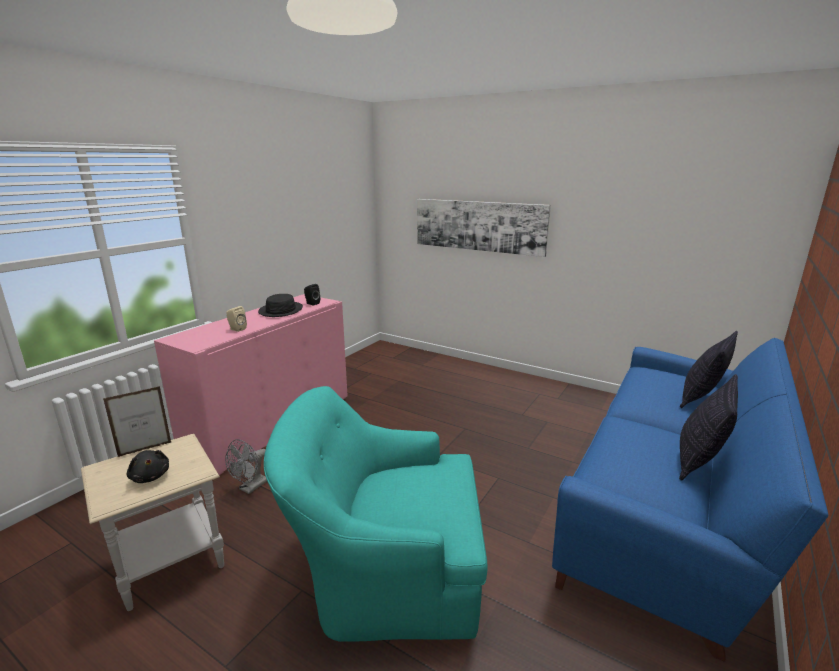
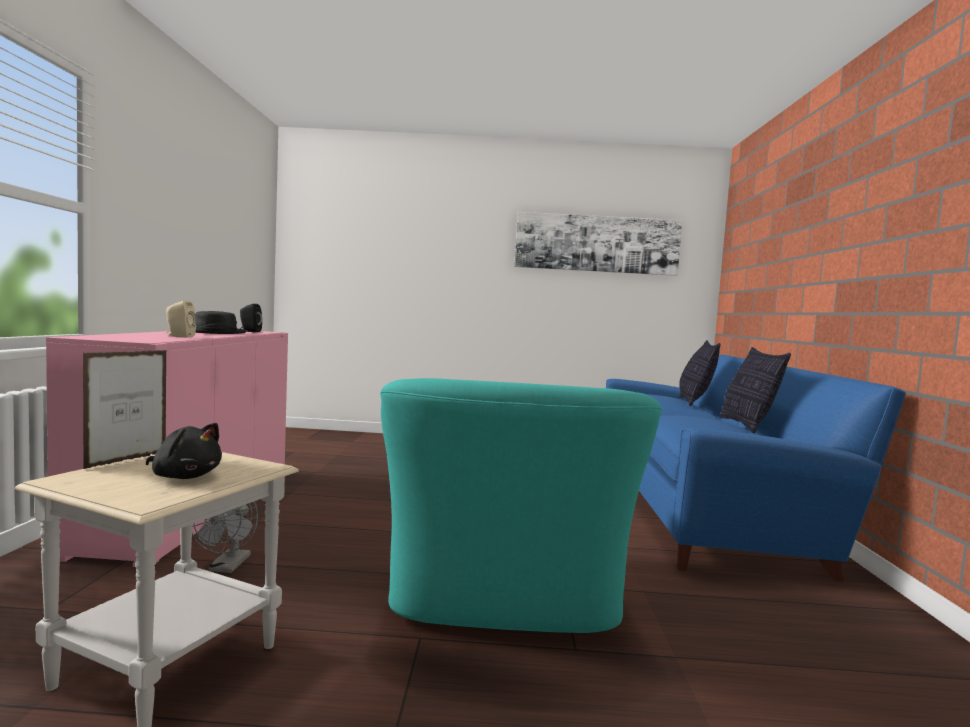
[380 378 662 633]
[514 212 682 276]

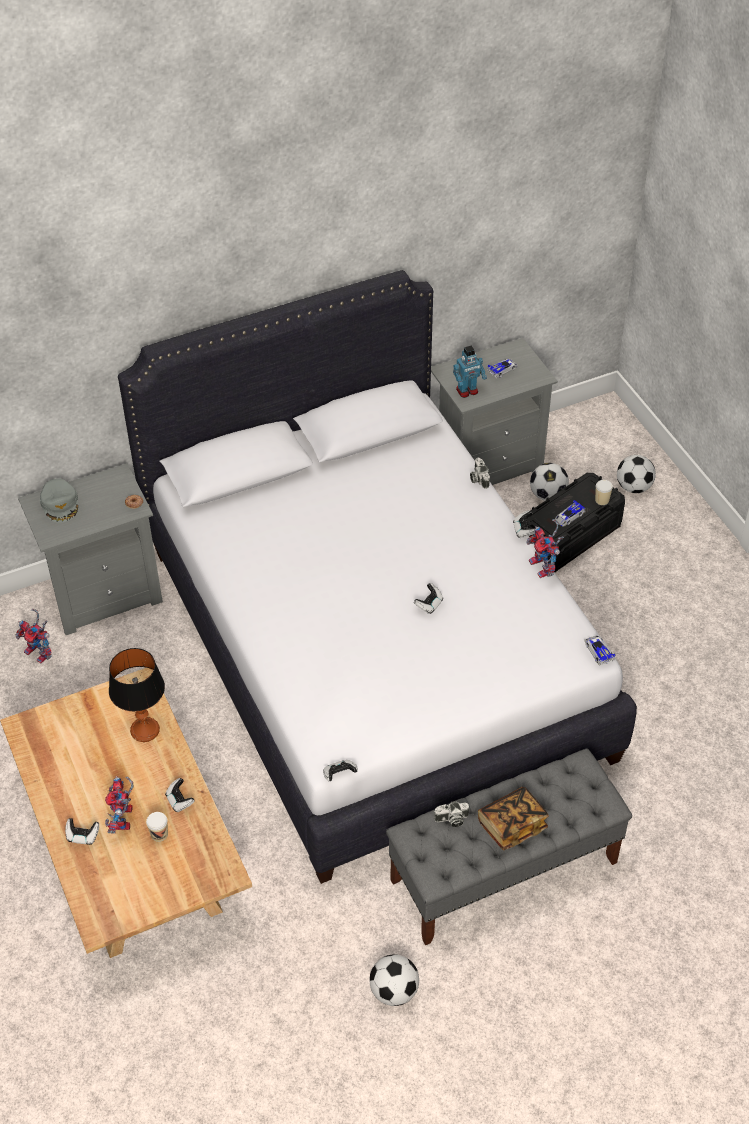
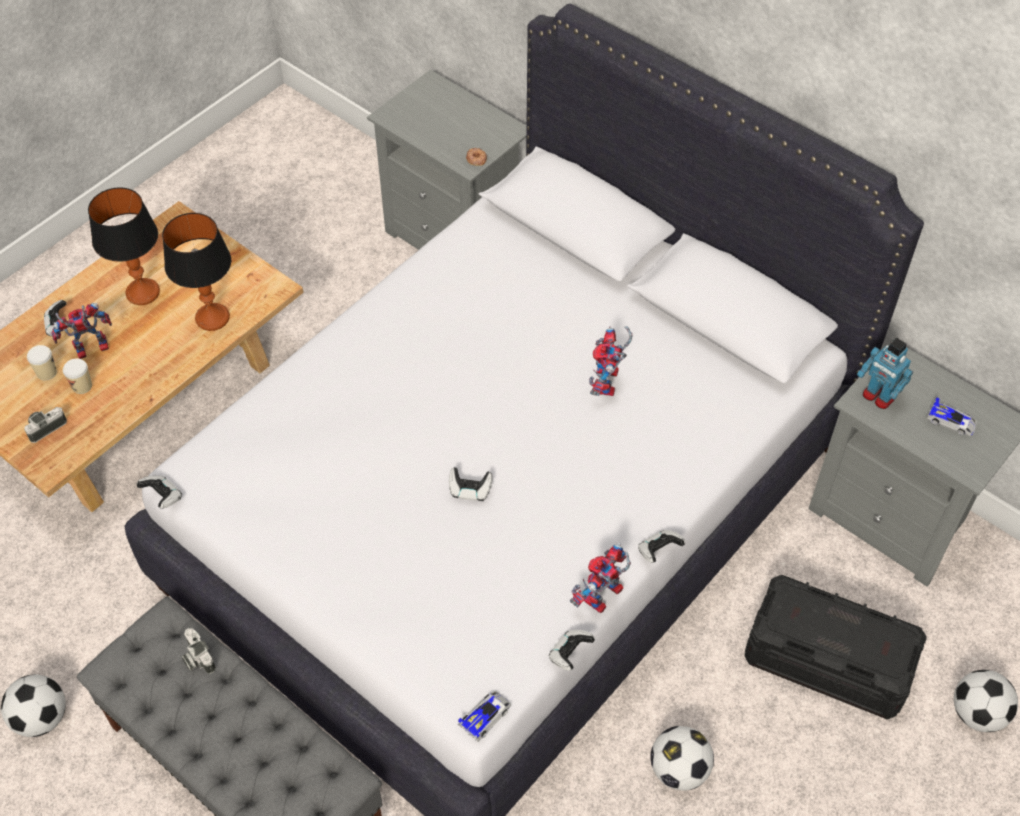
[589 326 633 396]
[40 478 78 523] (first image)
[549 630 595 671]
[24 407 67 443]
[478 787 549 850] (first image)
[651 726 714 790]
[555 500 585 527] (first image)
[27 345 57 381]
[88 187 160 305]

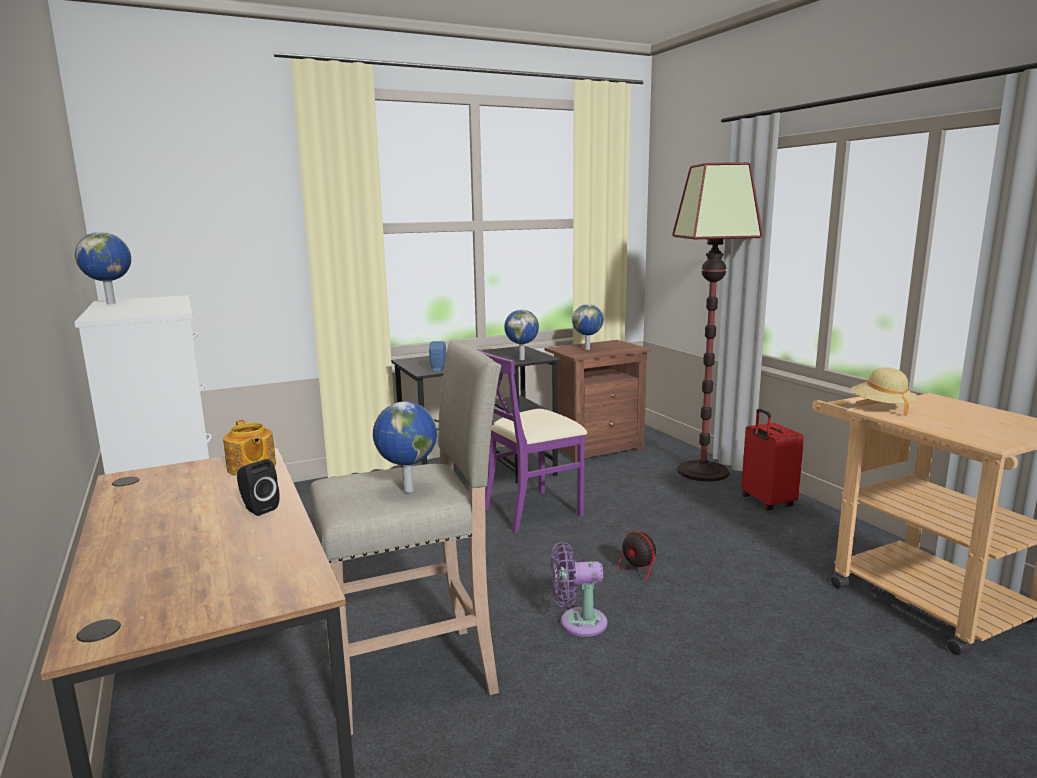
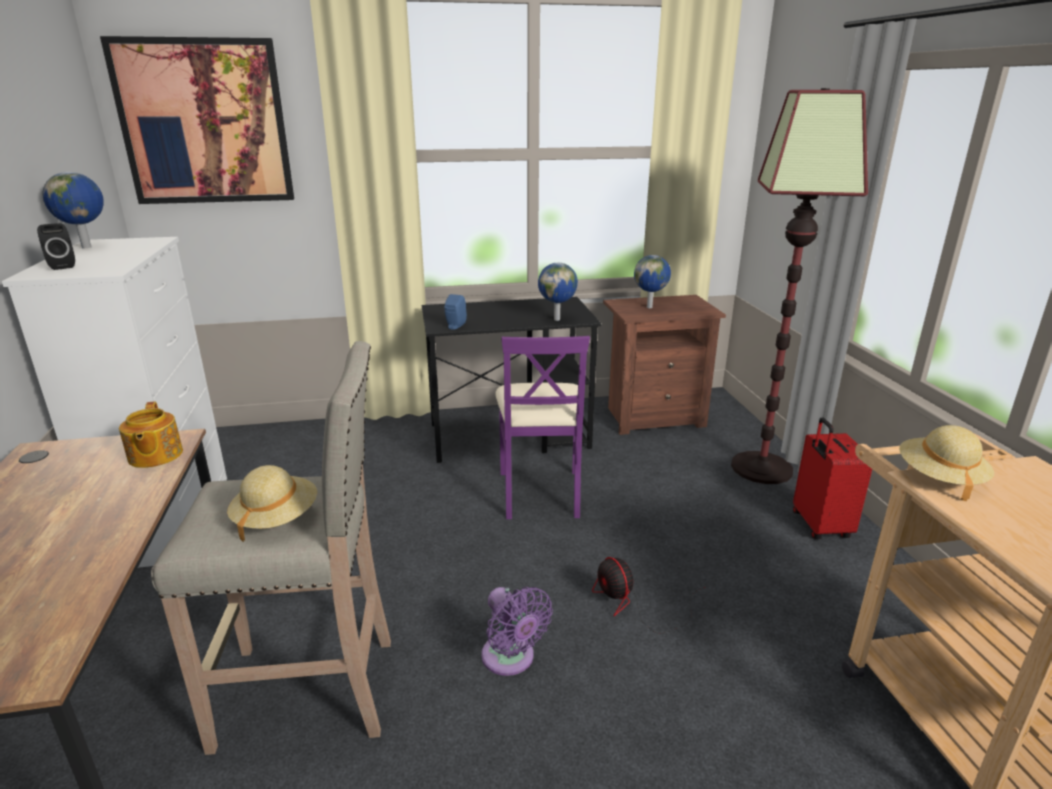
[37 223 75 270]
[227 465 317 542]
[495 336 590 519]
[481 587 553 676]
[100 36 294 204]

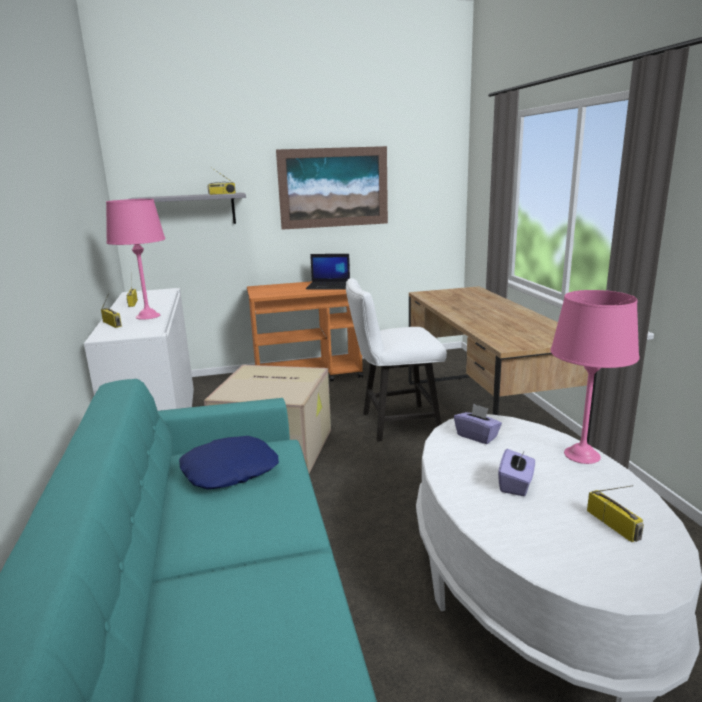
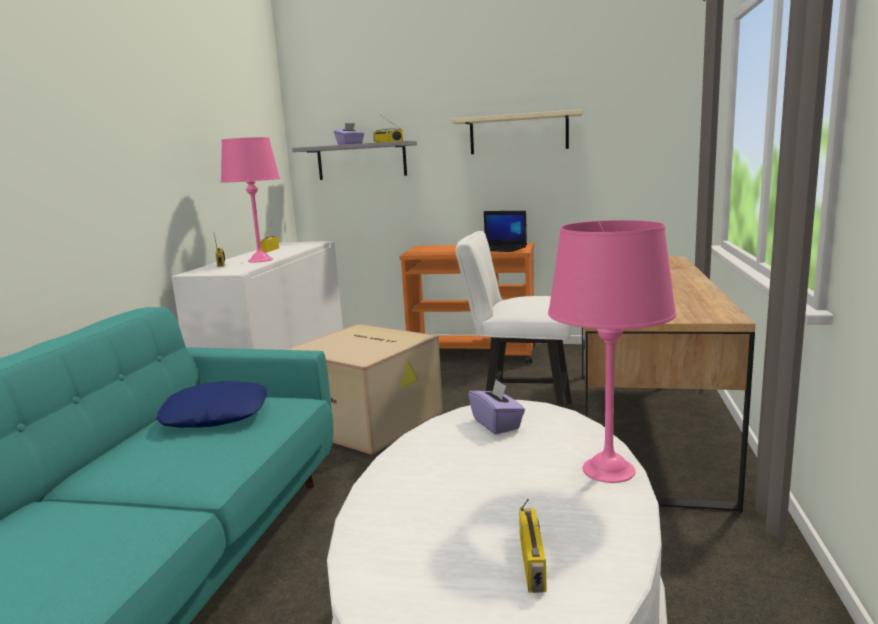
[451 109 582 154]
[334 123 364 145]

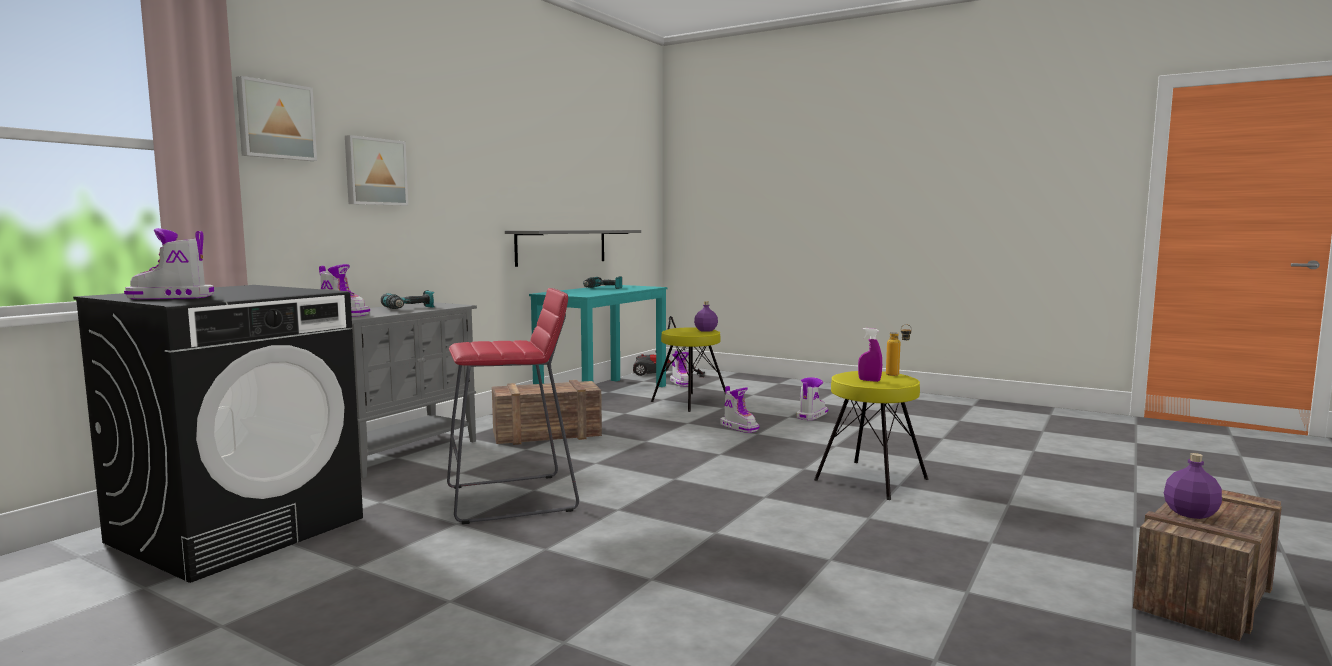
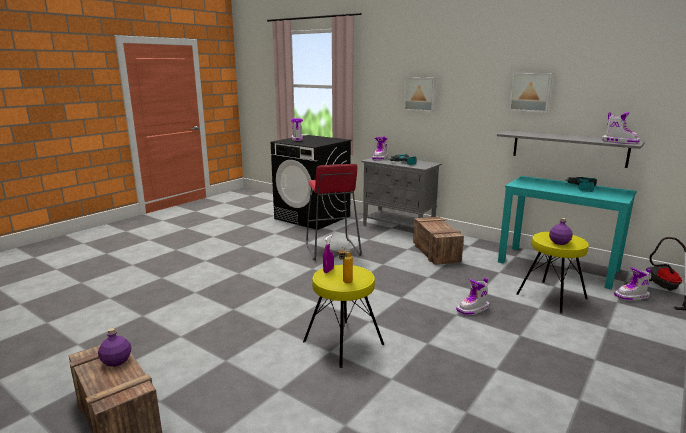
[509 73 553 113]
[602 112 640 144]

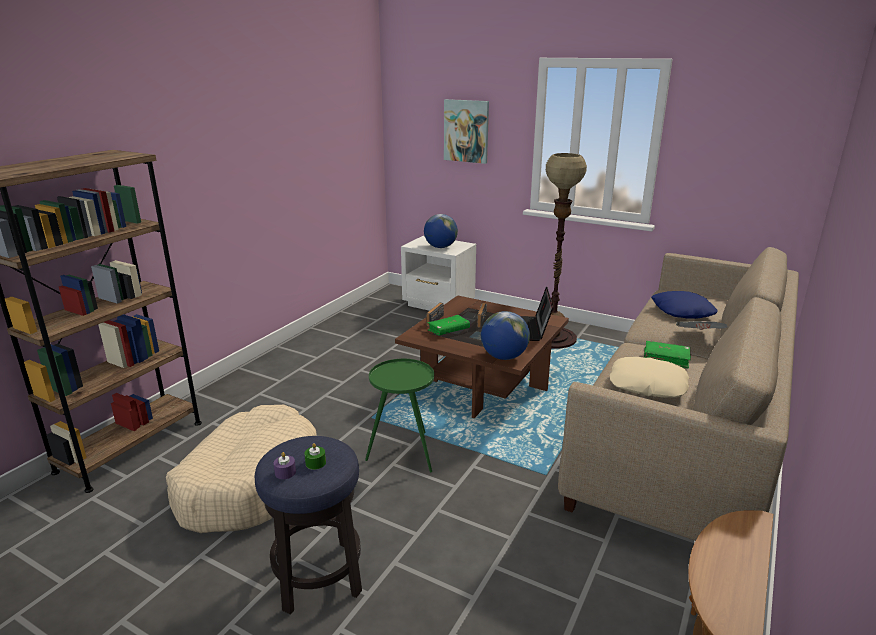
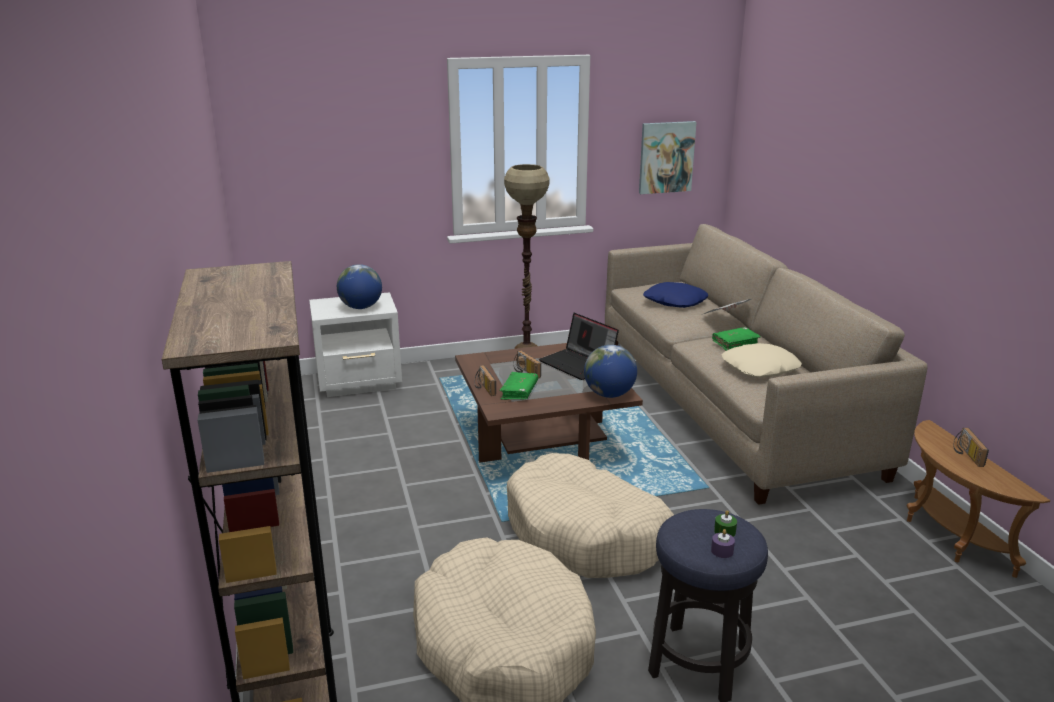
[507 453 674 578]
[639 121 697 194]
[953 428 989 467]

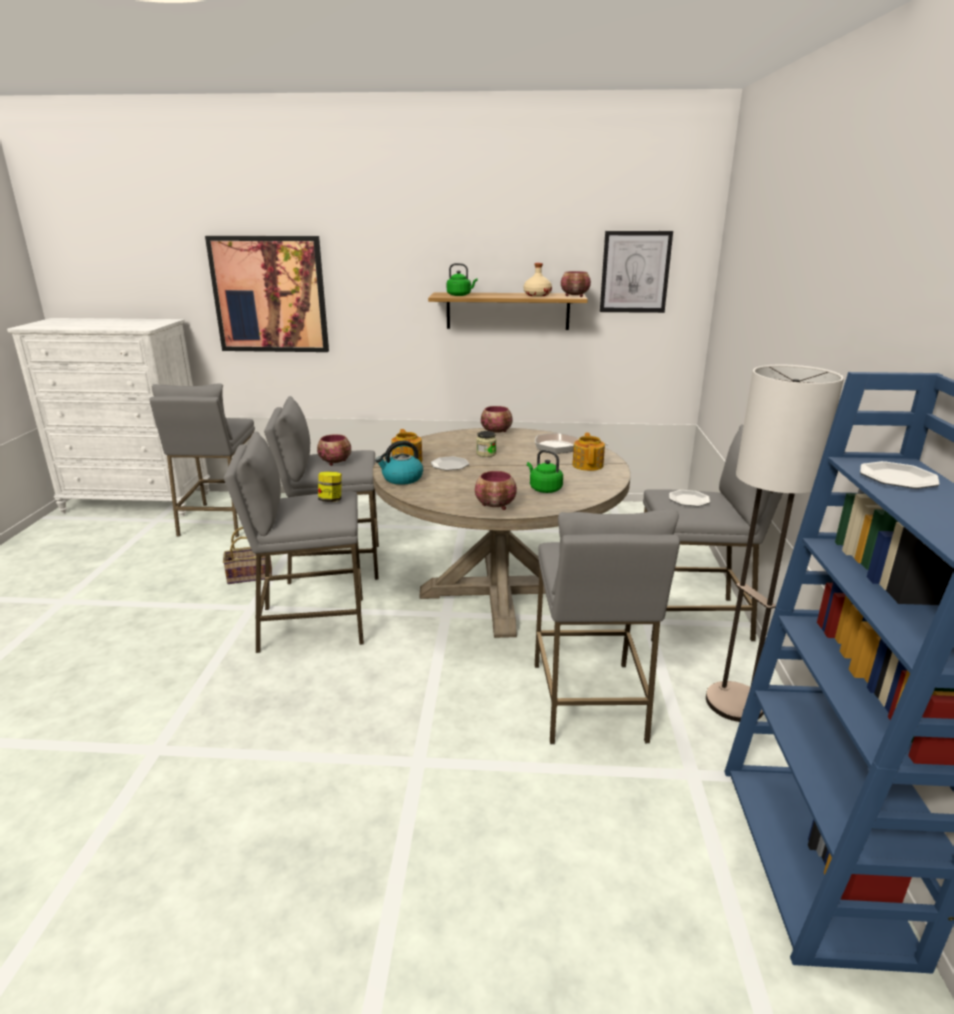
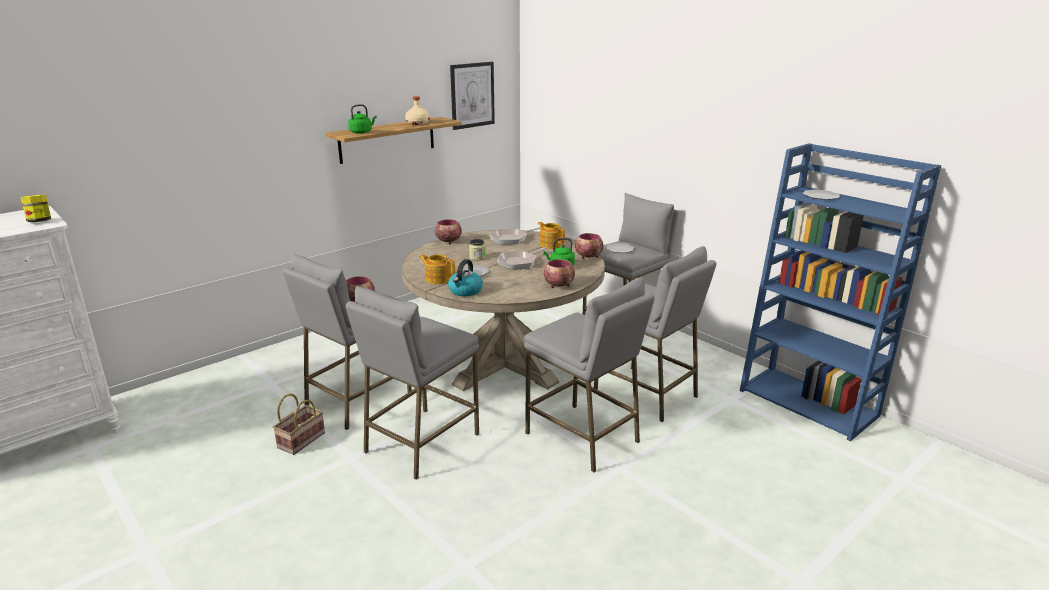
[524 277 655 472]
[205 236 329 352] (first image)
[21 195 51 222]
[575 233 604 259]
[706 365 844 722] (first image)
[497 247 546 270]

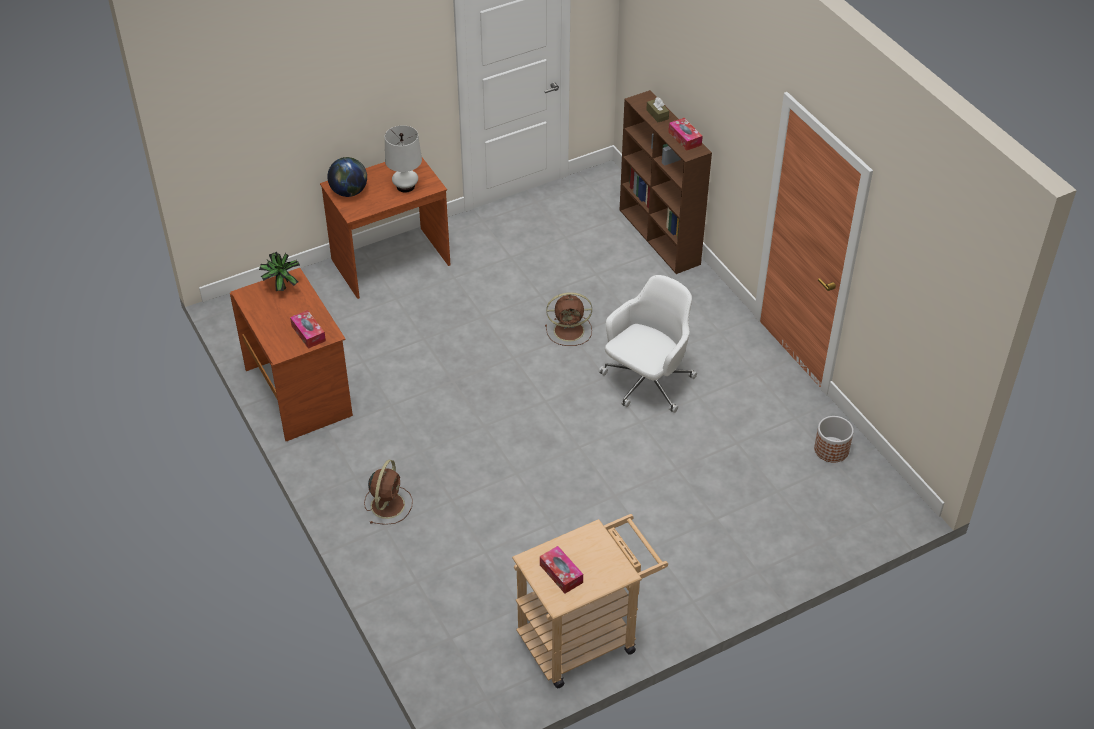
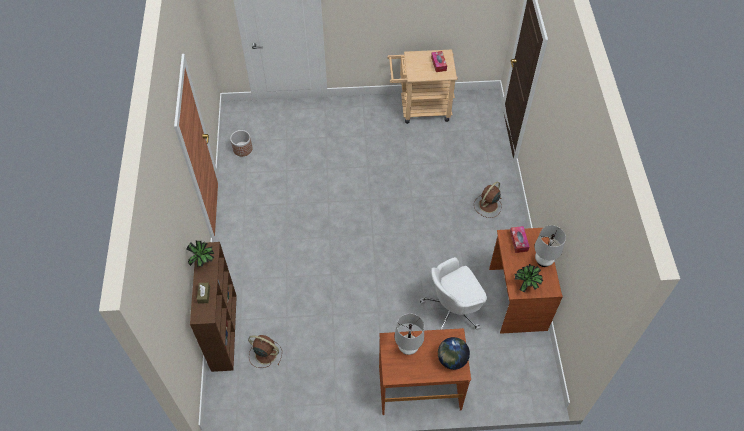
[248 335 282 368]
[419 257 487 330]
[186 241 215 267]
[534 225 566 267]

